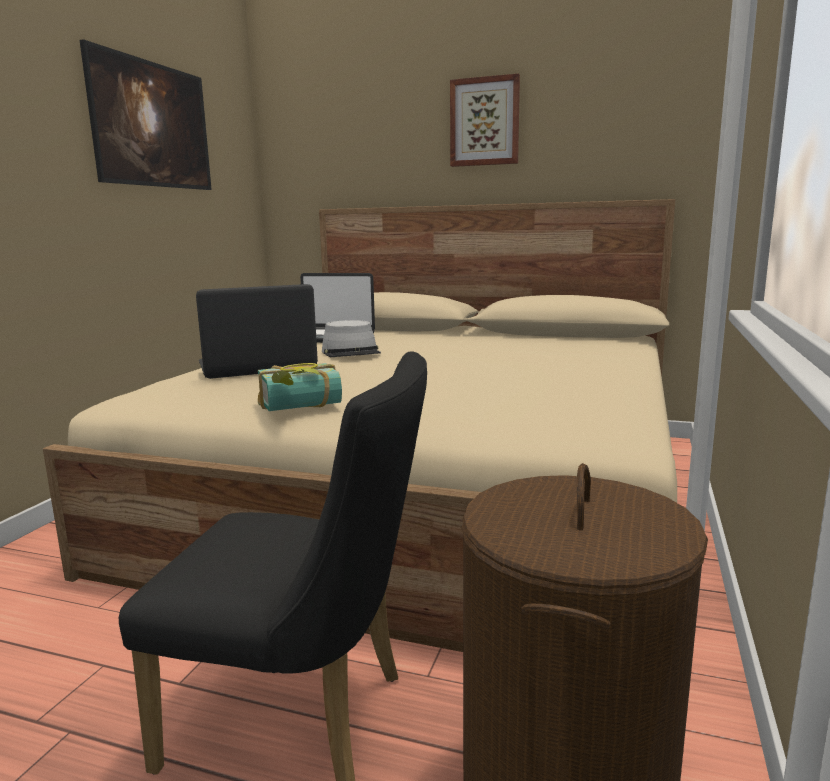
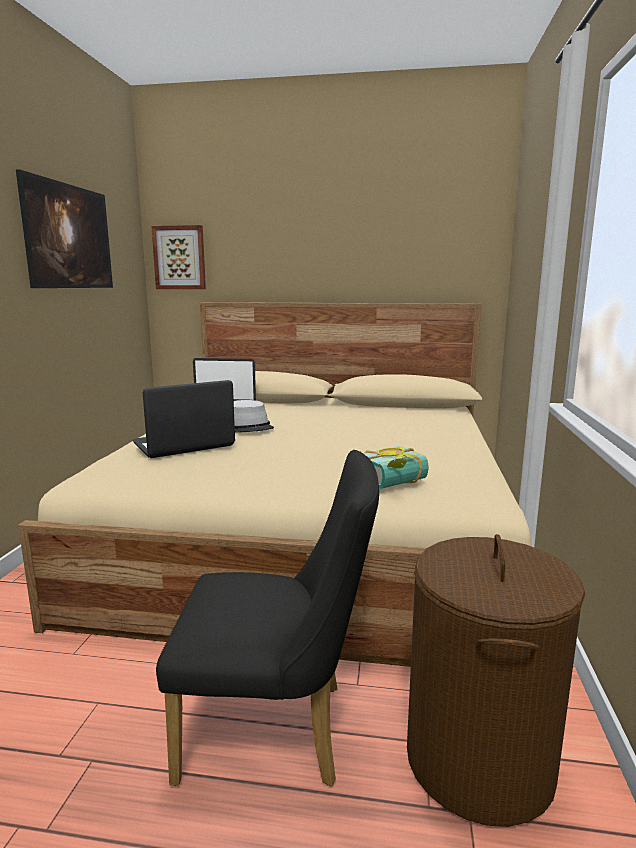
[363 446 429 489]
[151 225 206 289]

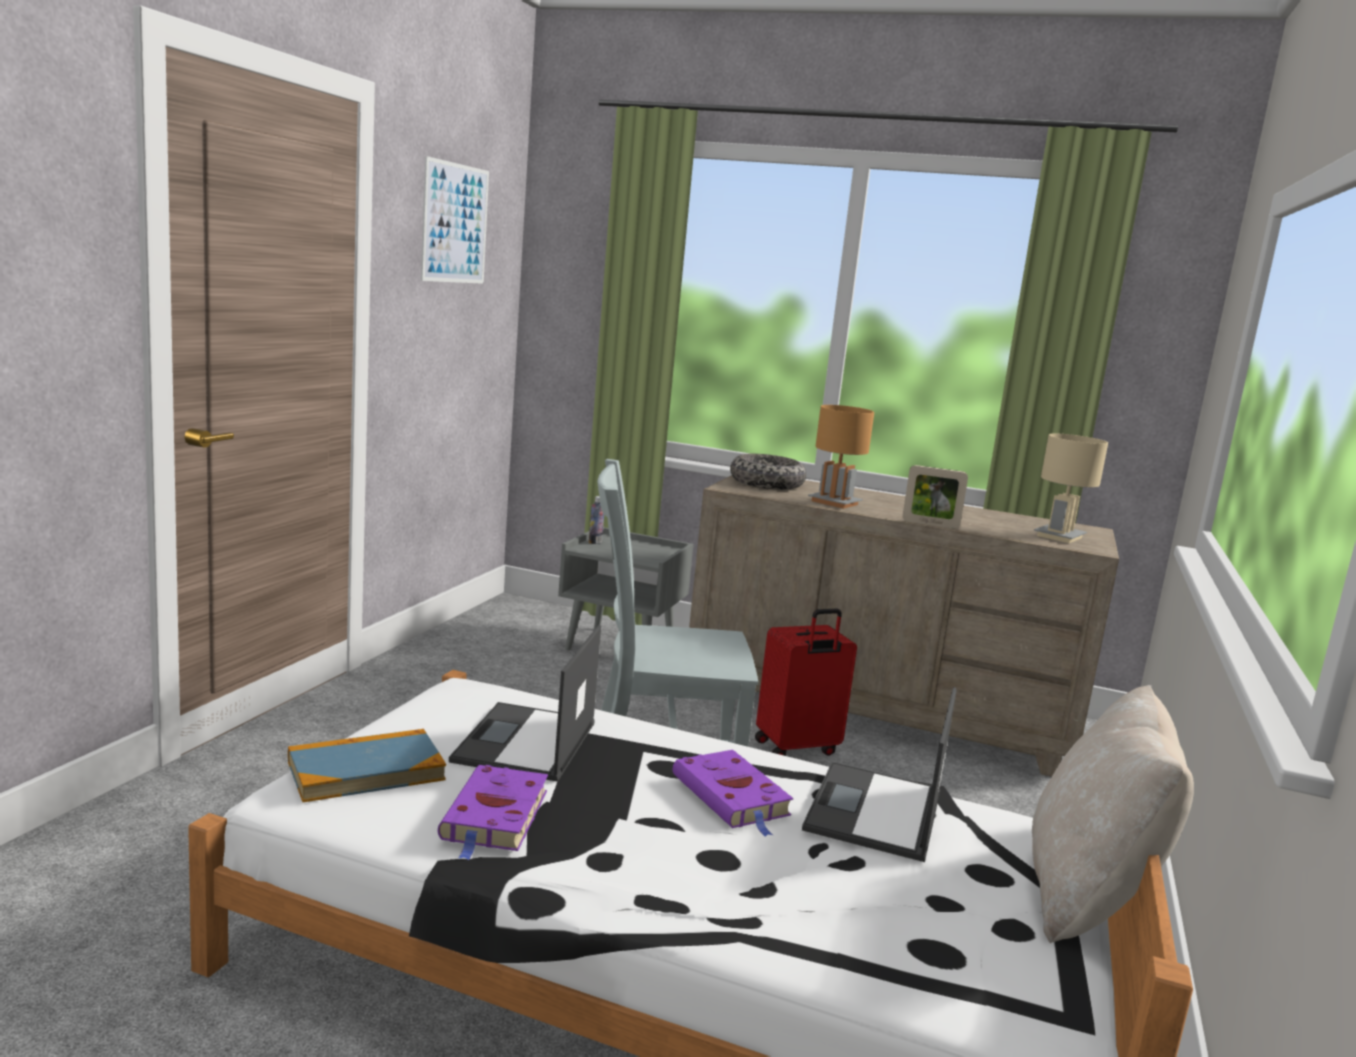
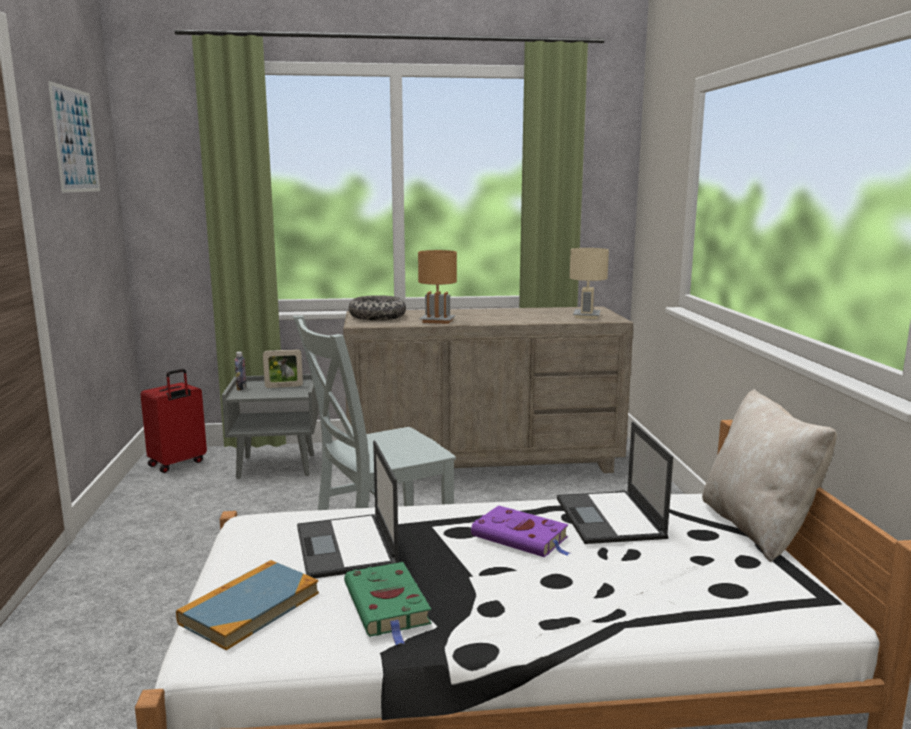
[344 562 431 645]
[140 369 207 473]
[263 349 303 388]

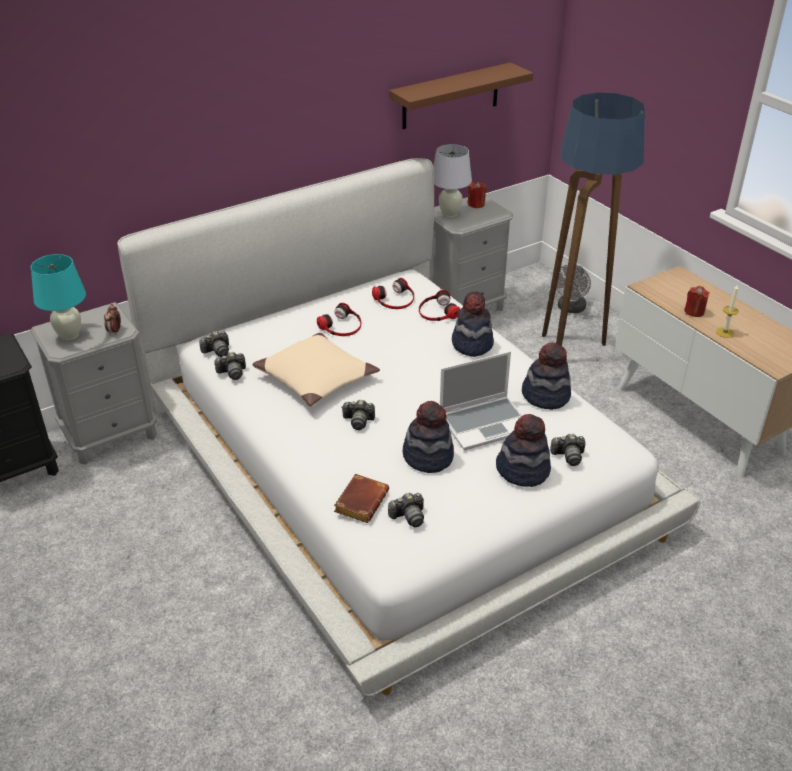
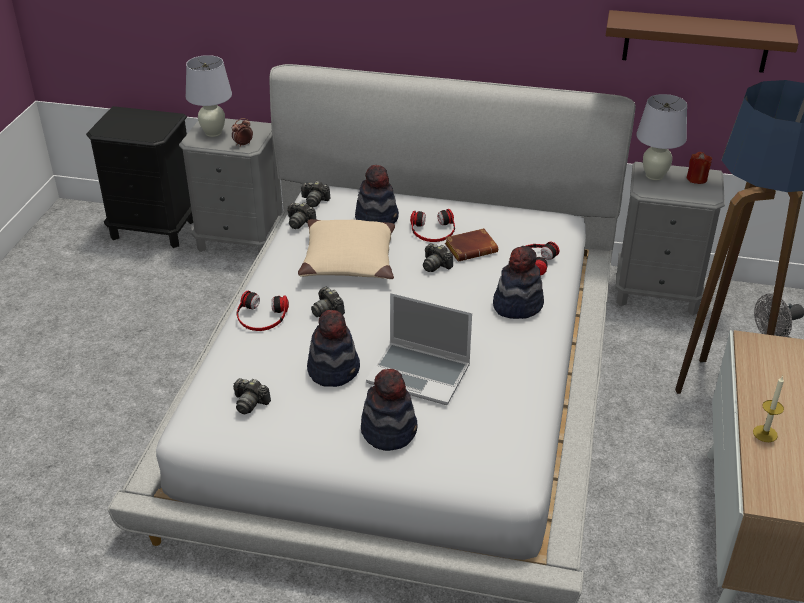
[186 55 232 137]
[445 228 498 262]
[236 291 289 331]
[355 165 399 224]
[423 243 453 272]
[684 286 710 317] (first image)

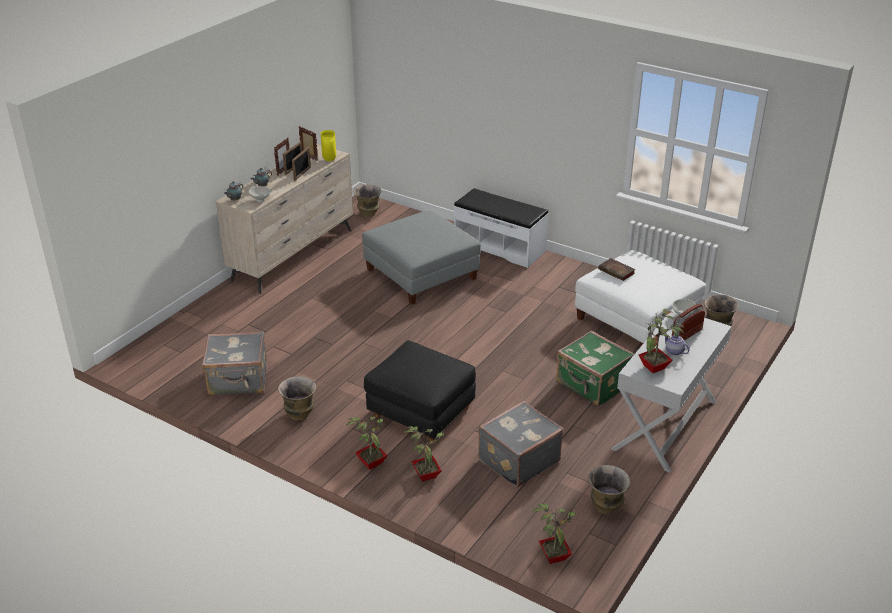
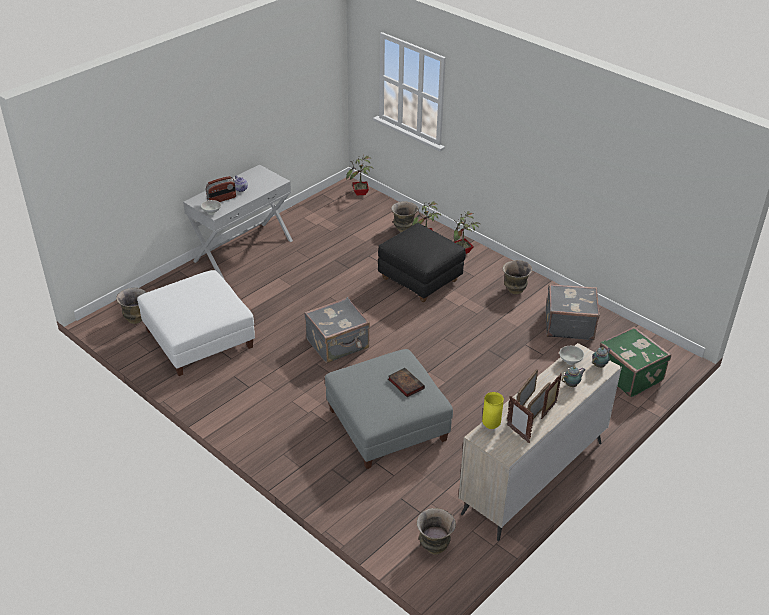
[454 188 549 268] (first image)
[304 297 370 363]
[600 327 671 397]
[391 201 418 232]
[388 368 425 397]
[639 308 685 373] (first image)

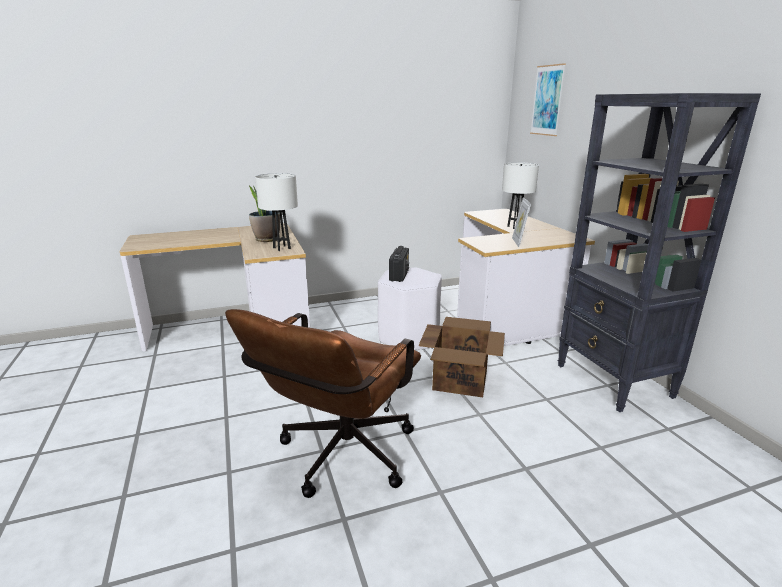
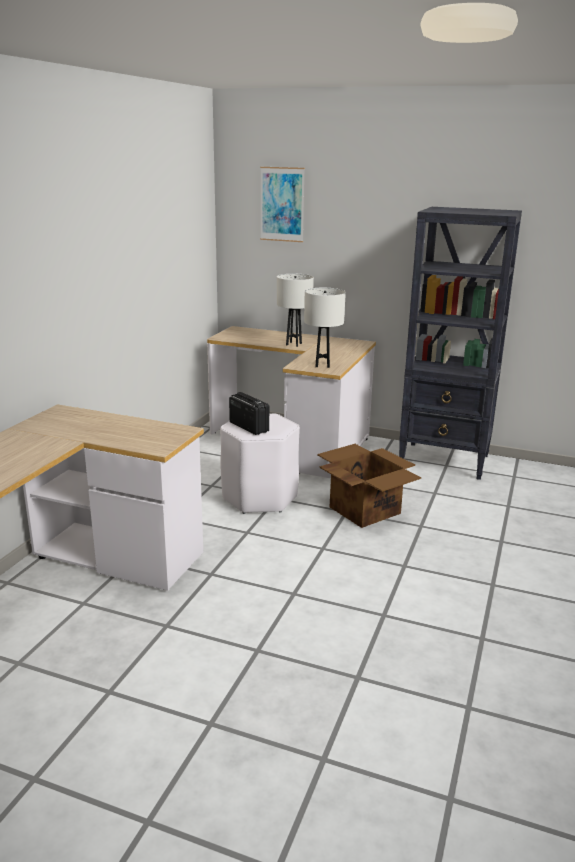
[225 309 421 498] (first image)
[249 186 281 242] (first image)
[304 288 346 368]
[512 197 531 247] (first image)

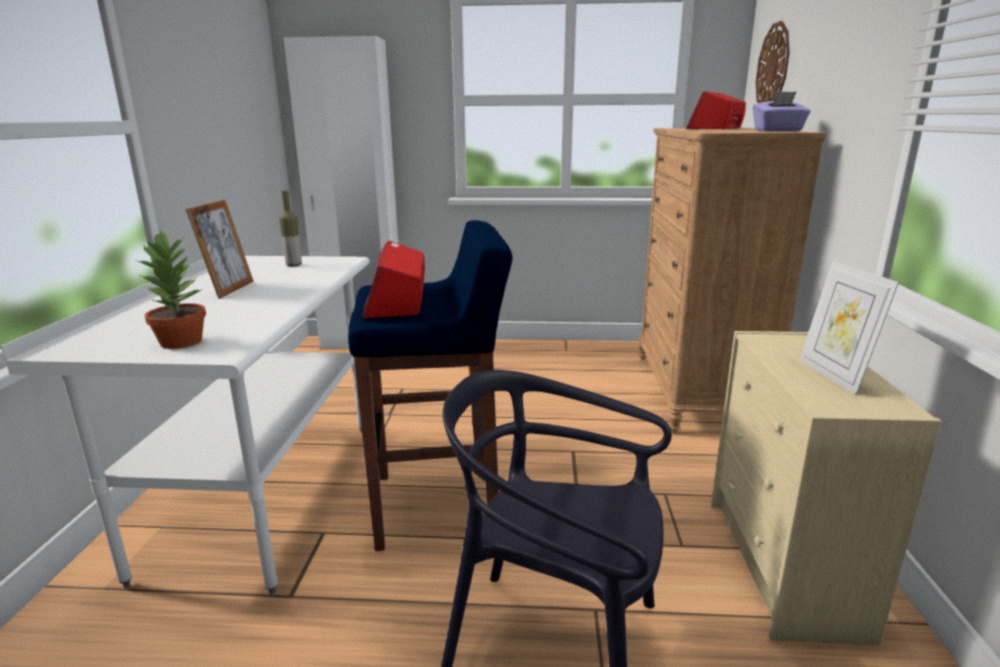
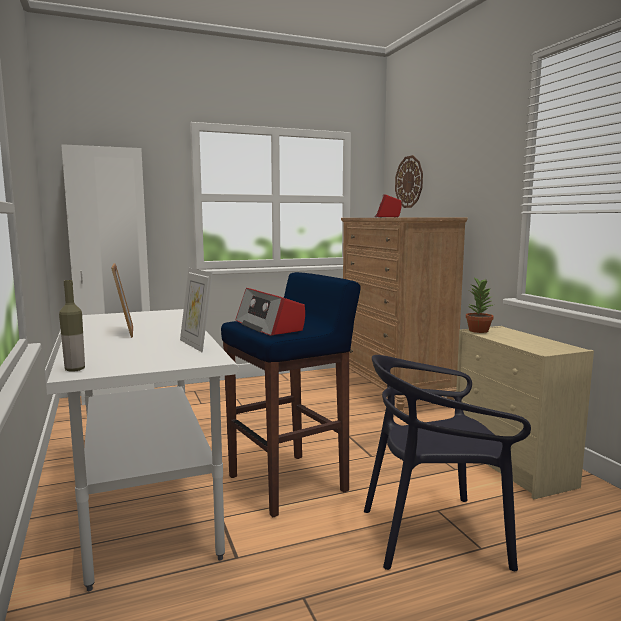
[466 278 493 333]
[59 280 85 372]
[753 91 811 131] (first image)
[180 268 212 352]

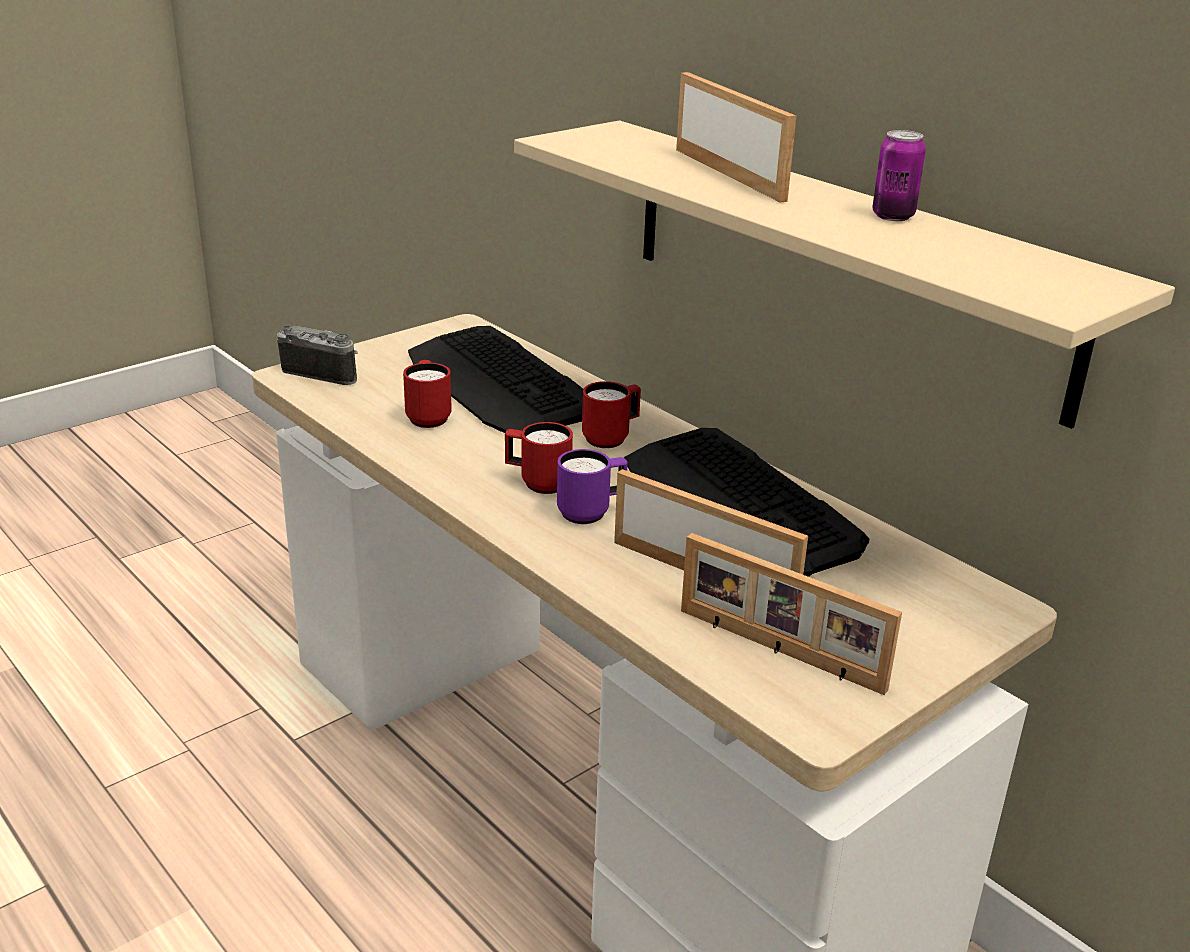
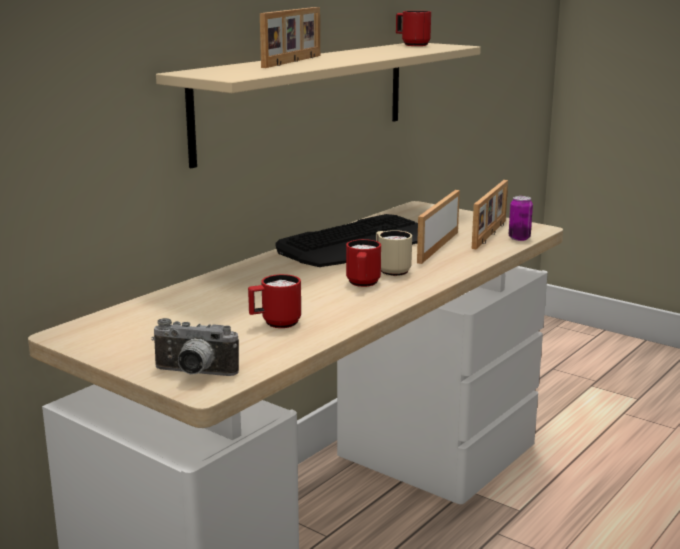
[151 318 239 376]
[408 326 583 433] (first image)
[376 230 412 276]
[396 11 431 46]
[260 7 320 68]
[509 196 533 241]

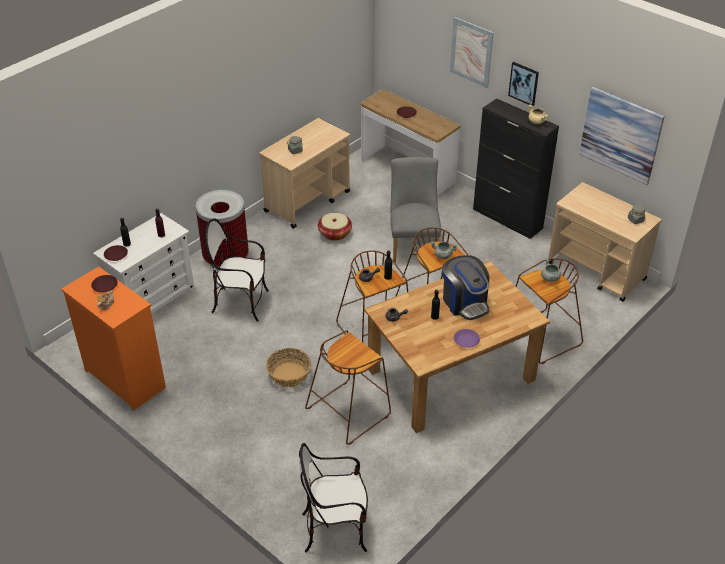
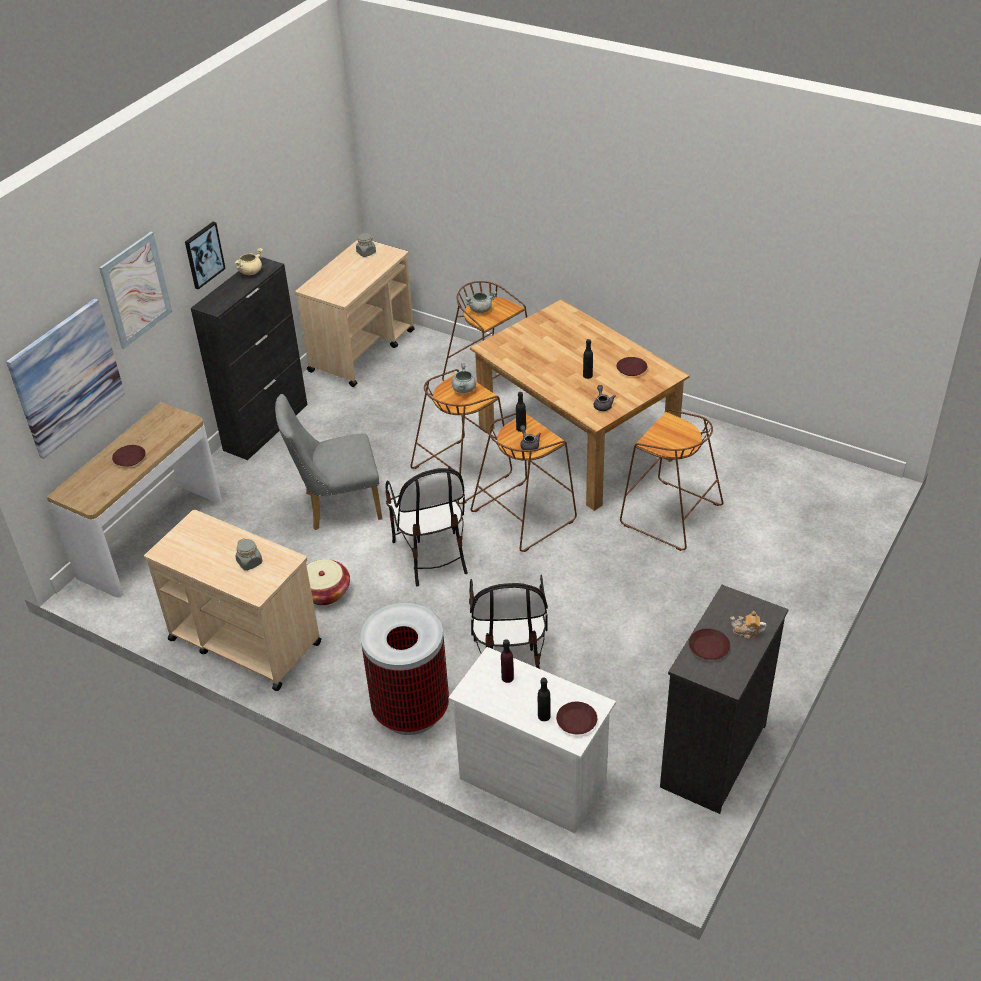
[660 585 789 814]
[266 348 311 387] (first image)
[385 466 468 587]
[442 255 489 320] (first image)
[454 329 480 348] (first image)
[6 298 125 459]
[616 357 647 376]

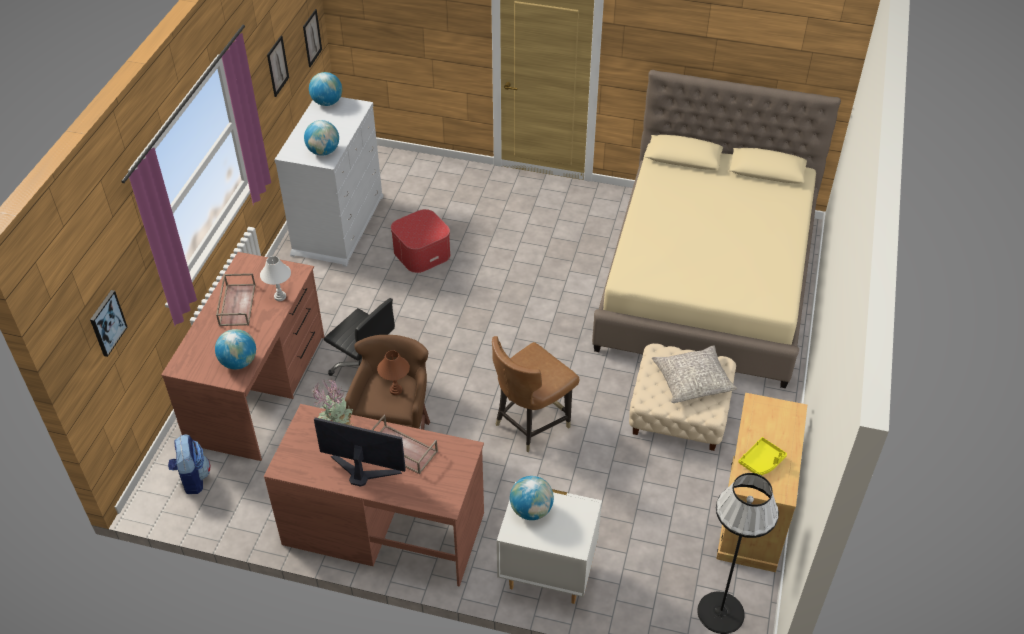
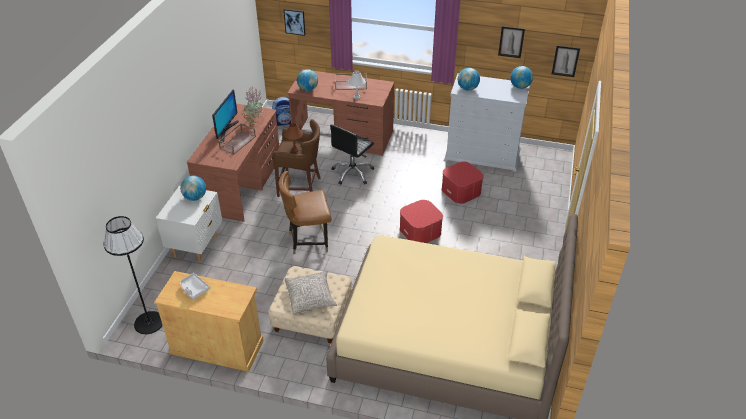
[279 171 332 254]
[180 273 210 300]
[400 200 443 243]

